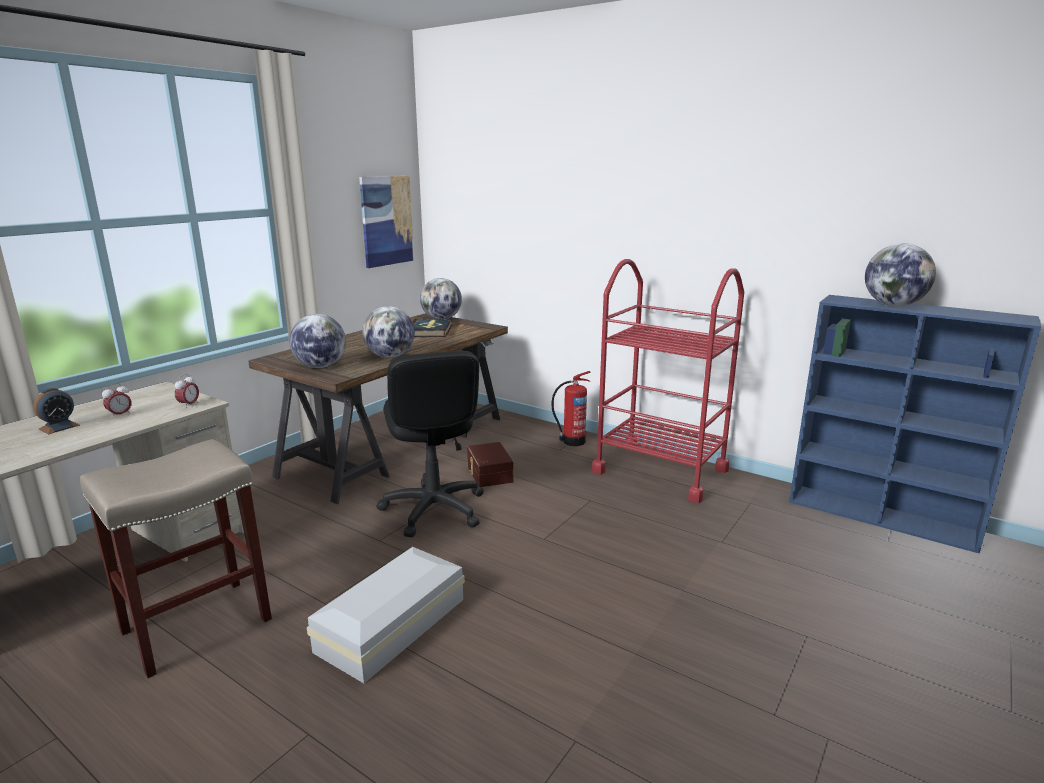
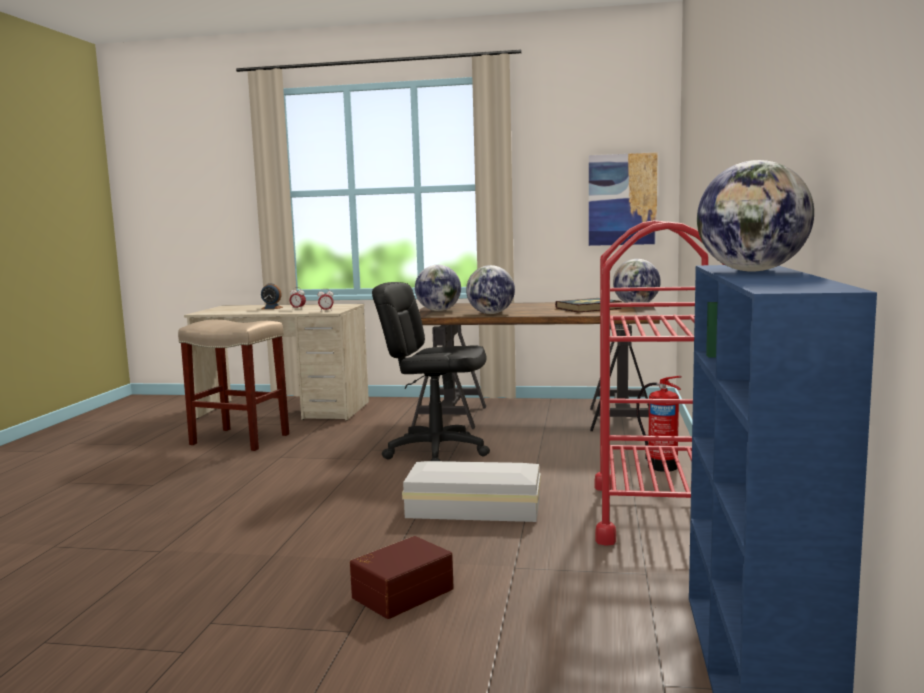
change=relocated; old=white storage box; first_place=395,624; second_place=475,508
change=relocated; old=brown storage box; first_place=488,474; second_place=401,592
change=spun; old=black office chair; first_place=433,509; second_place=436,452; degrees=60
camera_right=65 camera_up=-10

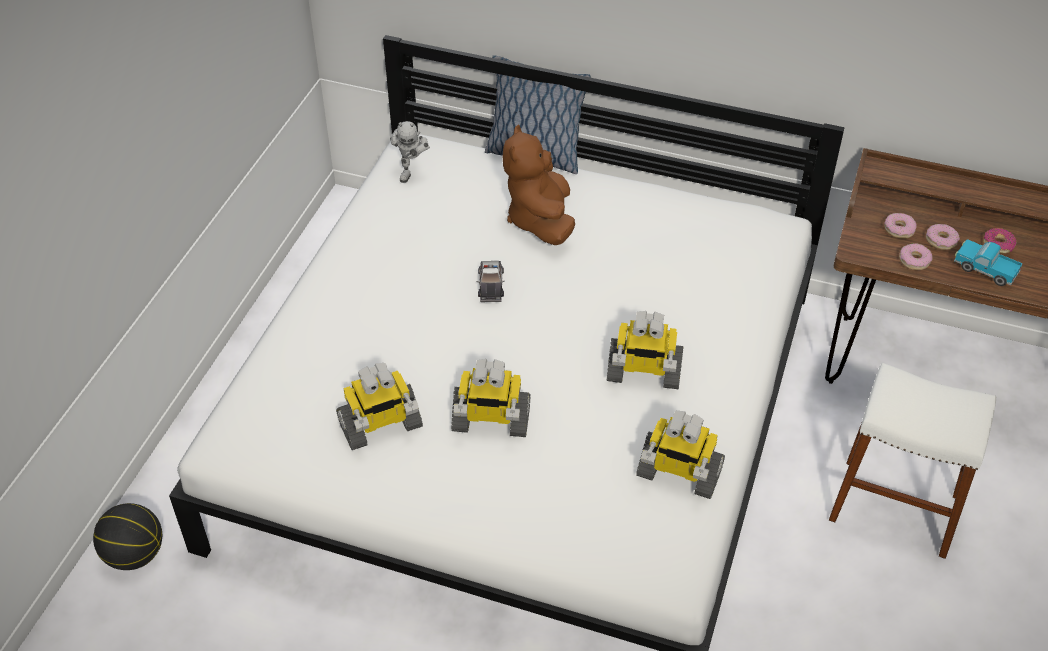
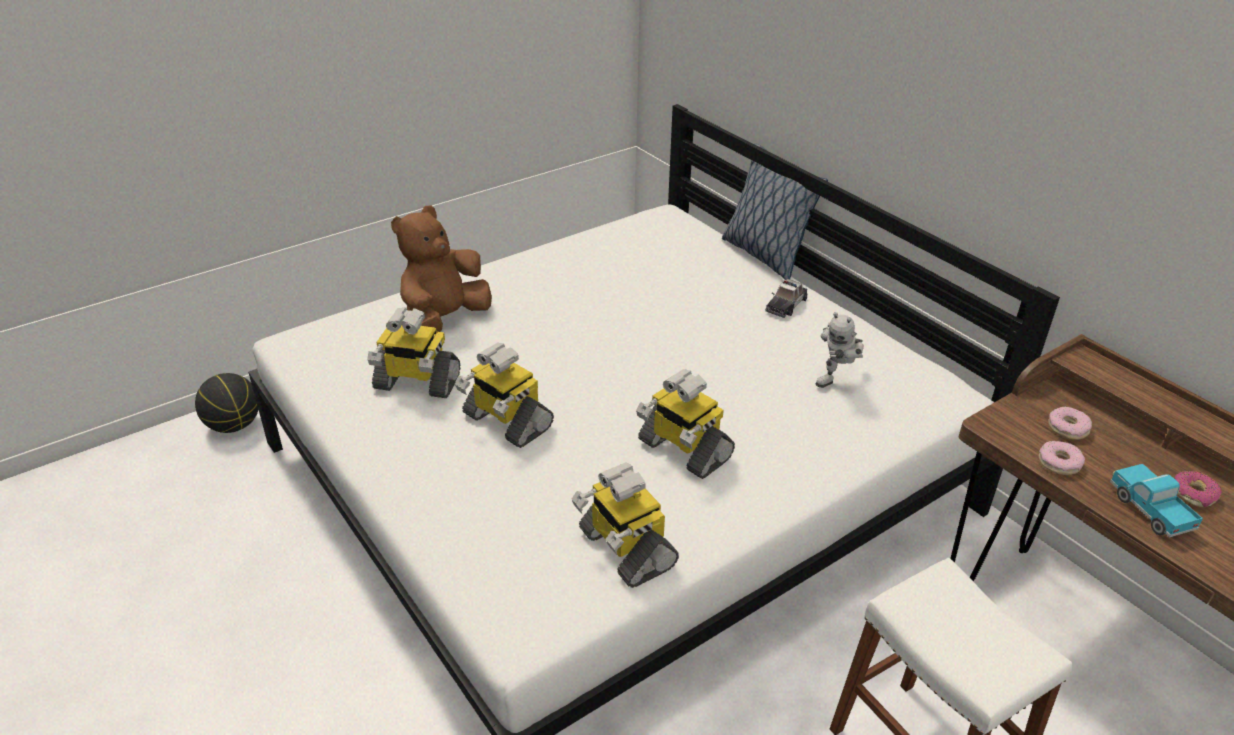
change=missing; old=donut; first_place=941,241
change=relocated; old=toy robot; first_place=412,170; second_place=837,379
change=relocated; old=toy car; first_place=490,285; second_place=786,304
change=relocated; old=brown plush toy; first_place=540,220; second_place=444,321
camera_right=35 camera_up=-10

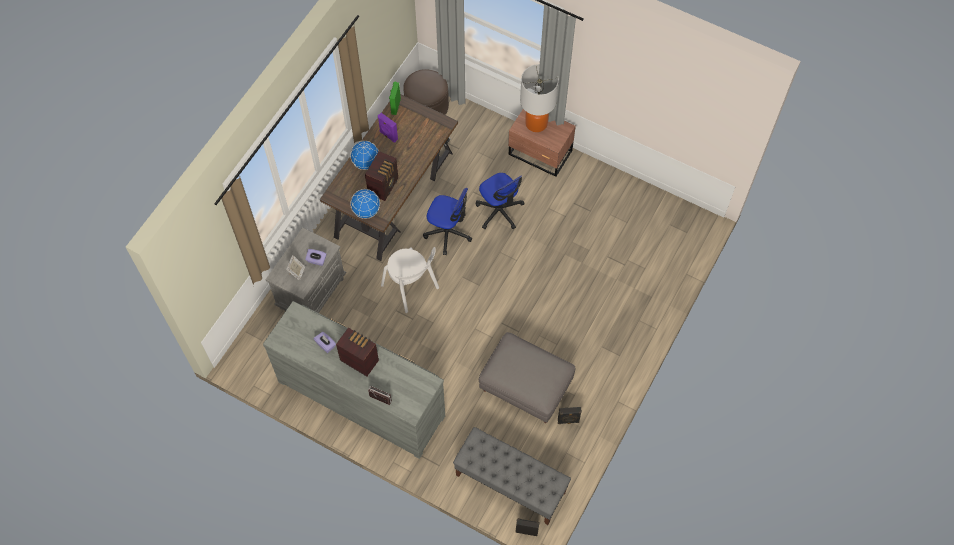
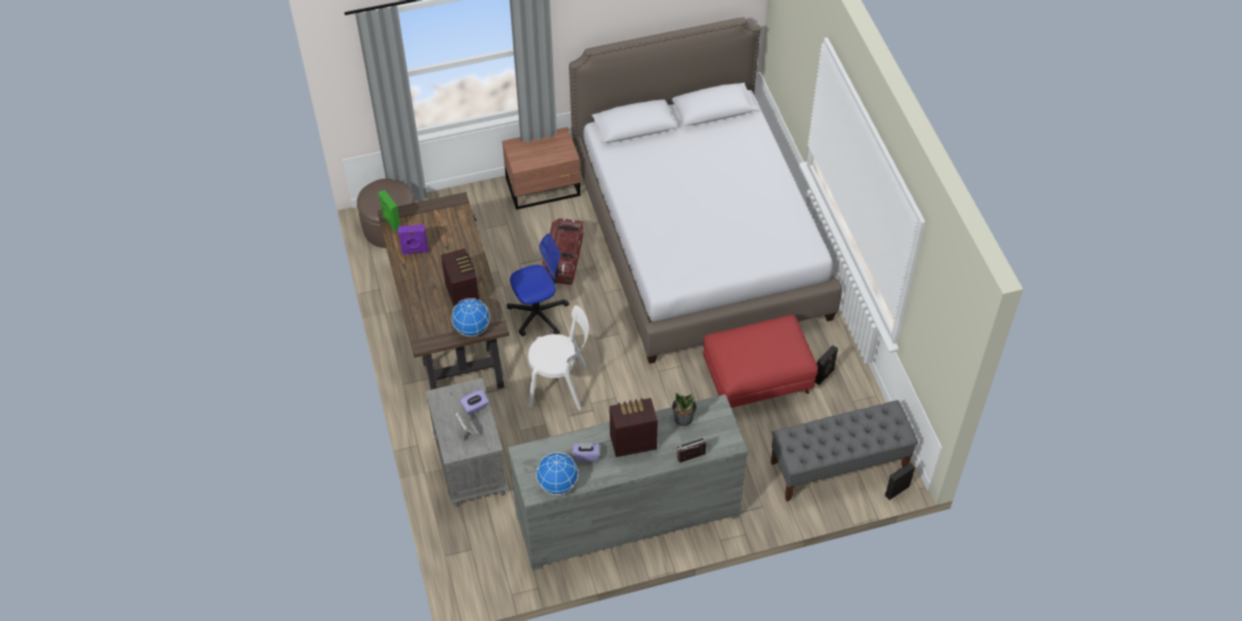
change=missing; old=table lamp; first_place=536,123
change=appeared; new=bed; second_place=699,240
change=appeared; new=potted plant; second_place=683,418
change=relocated; old=globe; first_place=366,162; second_place=557,484
change=exchanged; old=office chair; new=storage box; first_place=499,211; second_place=564,260
change=colour; old=grey ottoman; new=red ottoman; first_place=526,386; second_place=757,379
camera_right=-45 camera_up=-10

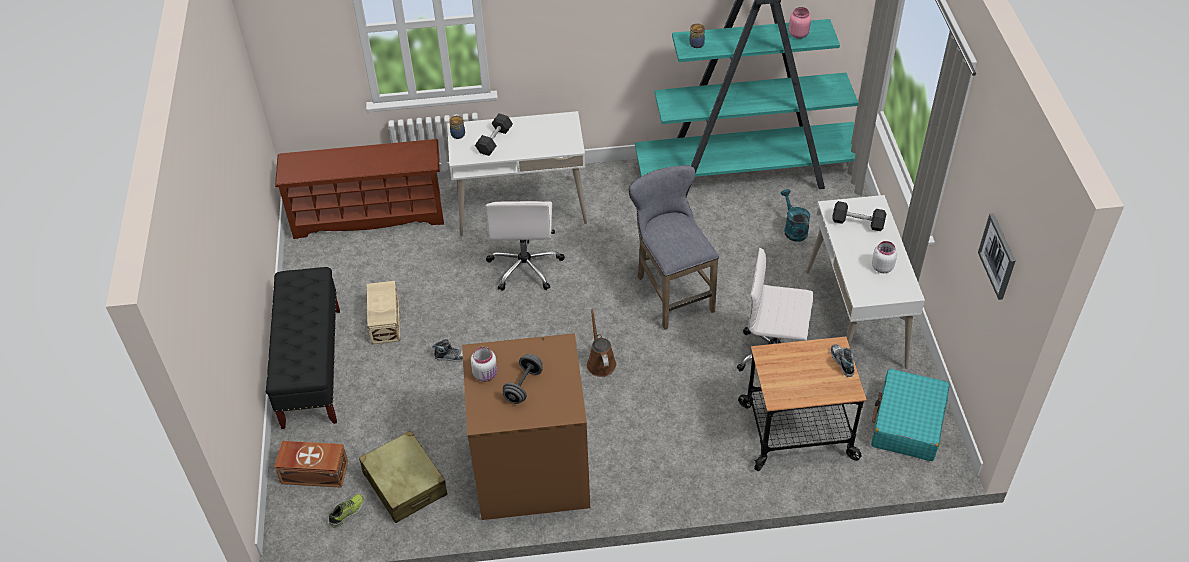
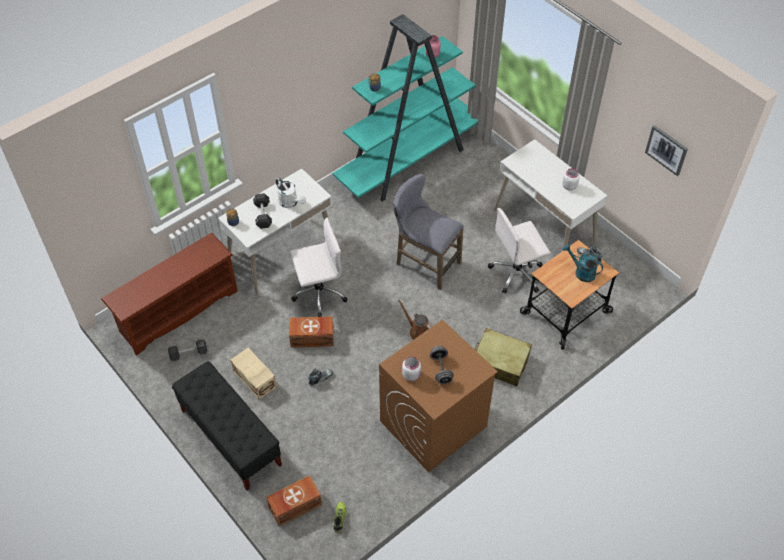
change=missing; old=turquoise suitcase; first_place=907,423
change=appeared; new=white watering can; second_place=290,203
change=appeared; new=brown storage box; second_place=312,338
change=relocated; old=beige suitcase; first_place=405,484; second_place=500,362
change=relocated; old=turquoise watering can; first_place=793,229; second_place=581,272
change=relocated; old=black dumbbell; first_place=857,222; second_place=188,354
change=spun; old=white office chair; first_place=525,266; second_place=318,293; degrees=-75
camera_right=-35 camera_up=5

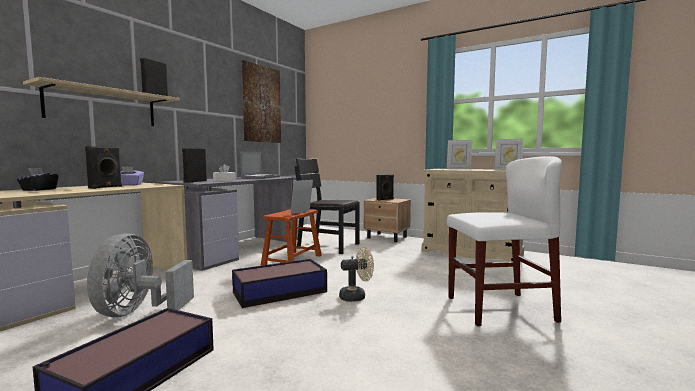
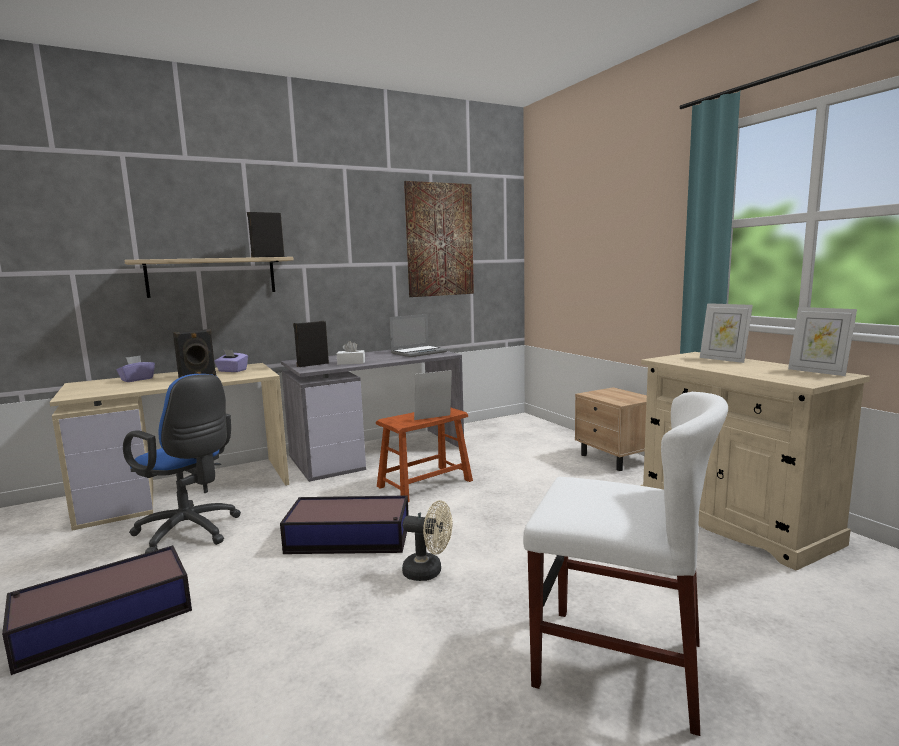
change=missing; old=black chair; first_place=328,246
change=missing; old=black speaker; first_place=385,199
change=exchanged; old=grey fan; new=blue office chair; first_place=138,312; second_place=191,533
change=colour; old=black tissue box; new=purple tissue box; first_place=39,190; second_place=137,379
camera_right=30 camera_up=5

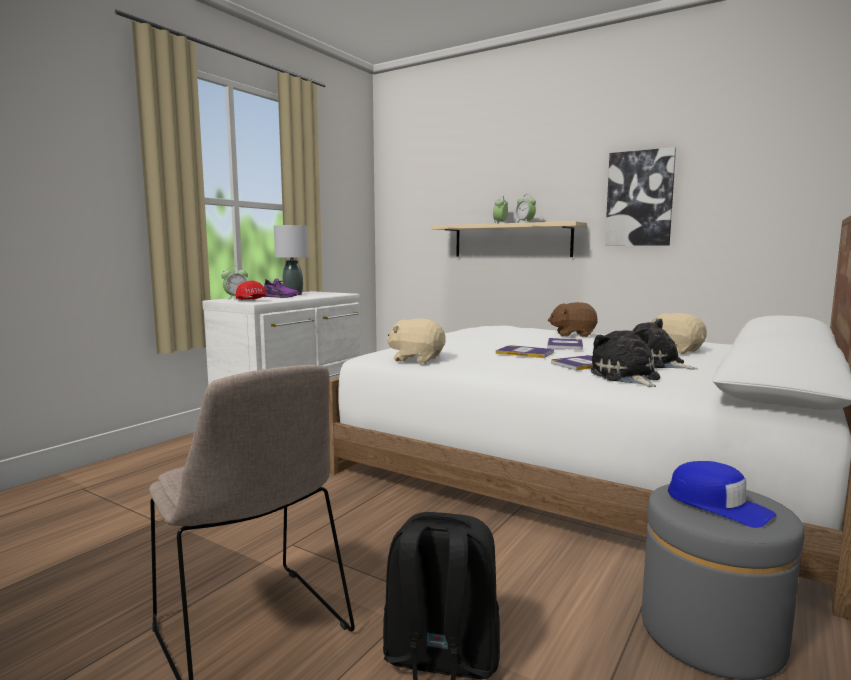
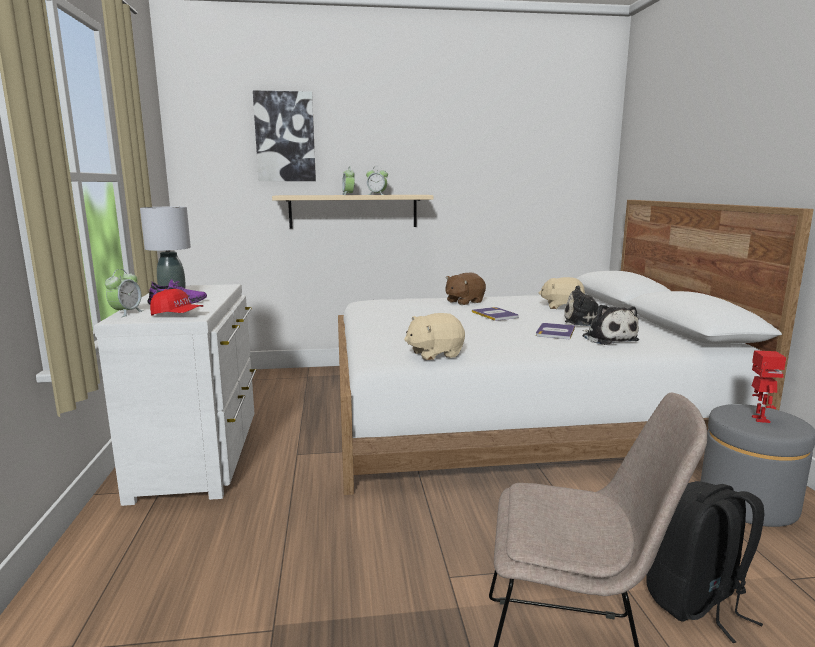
change=missing; old=book; first_place=525,352
change=relocated; old=picture; first_place=639,198; second_place=285,137
change=exchanged; old=blue cap; new=toy robot; first_place=718,505; second_place=759,419
change=spun; old=plush toy; first_place=625,377; second_place=608,338; degrees=-150
camera_right=-40 camera_up=5

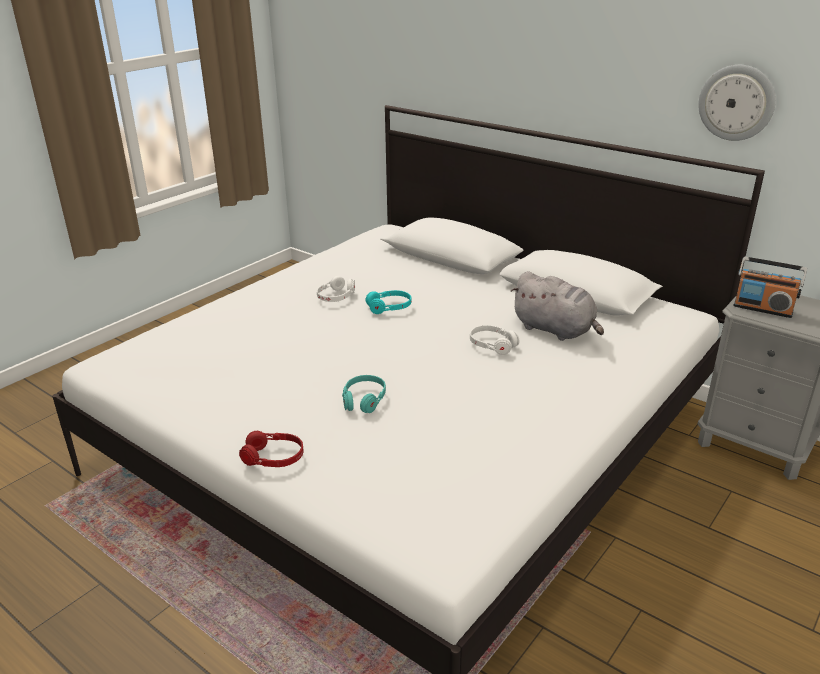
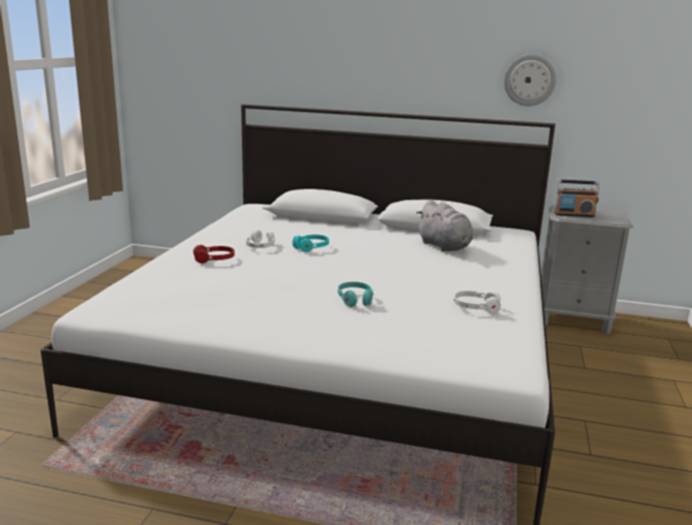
change=relocated; old=red headphones; first_place=273,458; second_place=214,259
change=relocated; old=white headphones; first_place=493,345; second_place=476,307
change=spun; old=grey plush toy; first_place=555,330; second_place=445,247; degrees=45
camera_right=-25 camera_up=-10

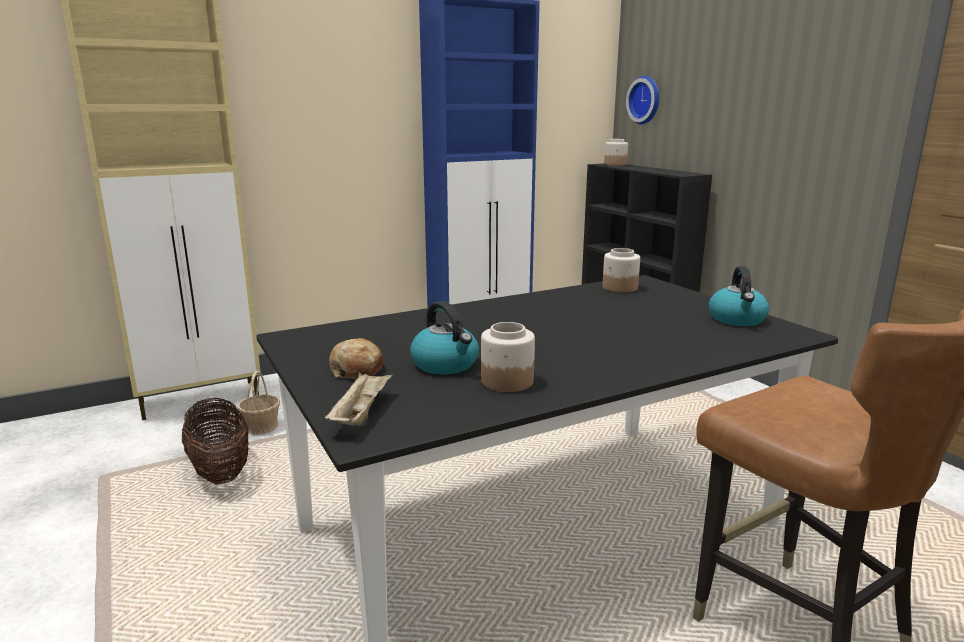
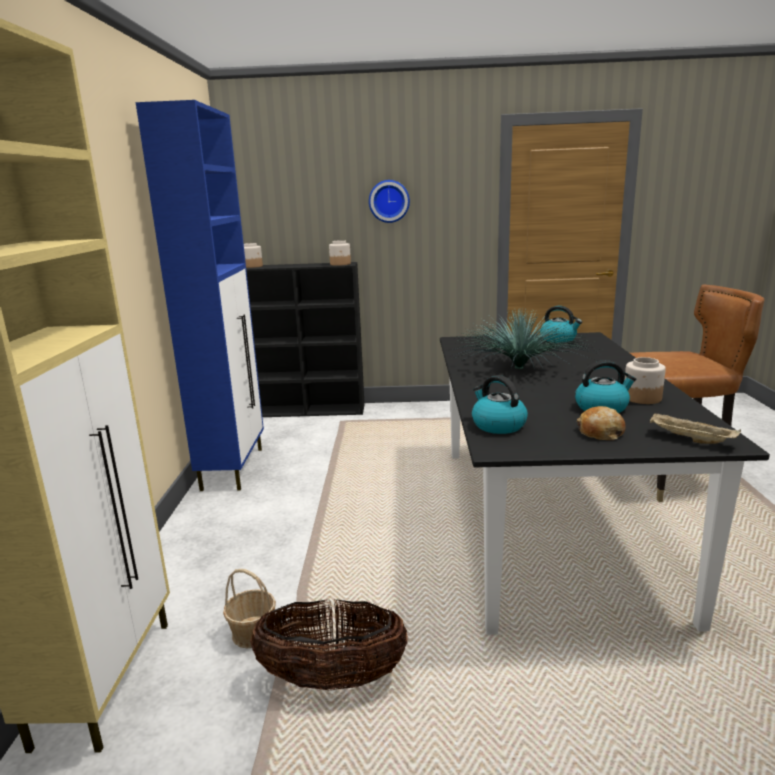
change=appeared; new=potted plant; second_place=519,368
change=appeared; new=kettle; second_place=497,425
change=relocated; old=jar; first_place=620,288; second_place=340,264
change=relocated; old=wall clock; first_place=646,100; second_place=389,201
camera_right=-60 camera_up=0

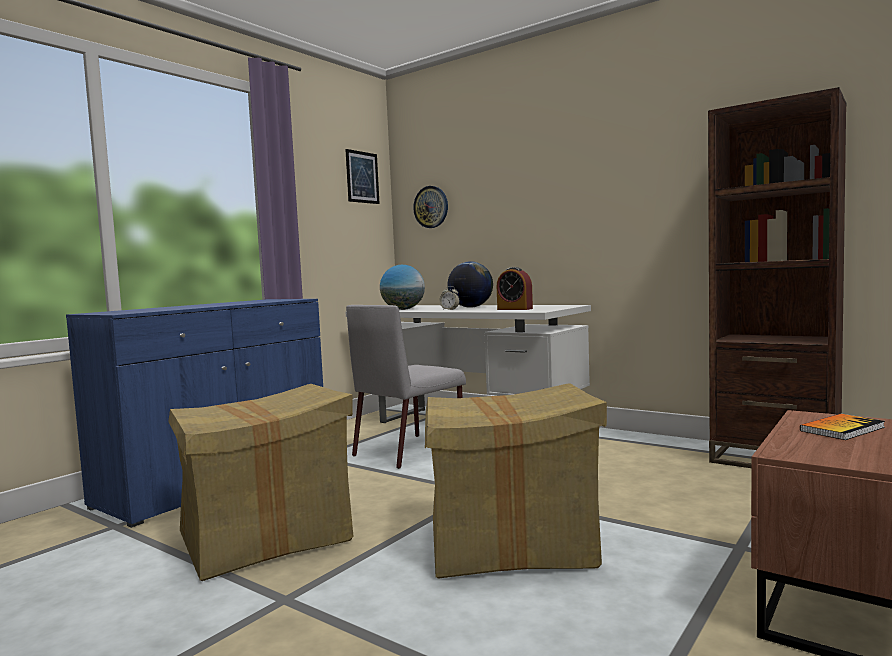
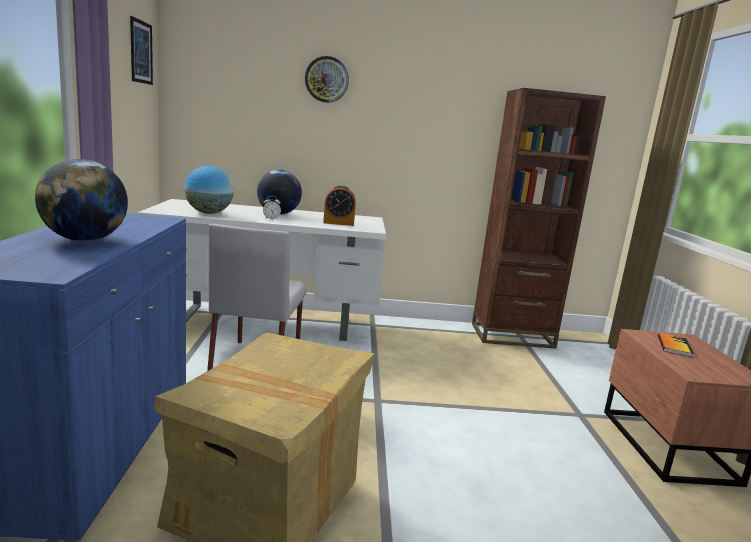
change=missing; old=cardboard box; first_place=510,543
change=appeared; new=globe; second_place=85,240
change=relocated; old=wall clock; first_place=431,207; second_place=327,79
camera_right=-40 camera_up=10

